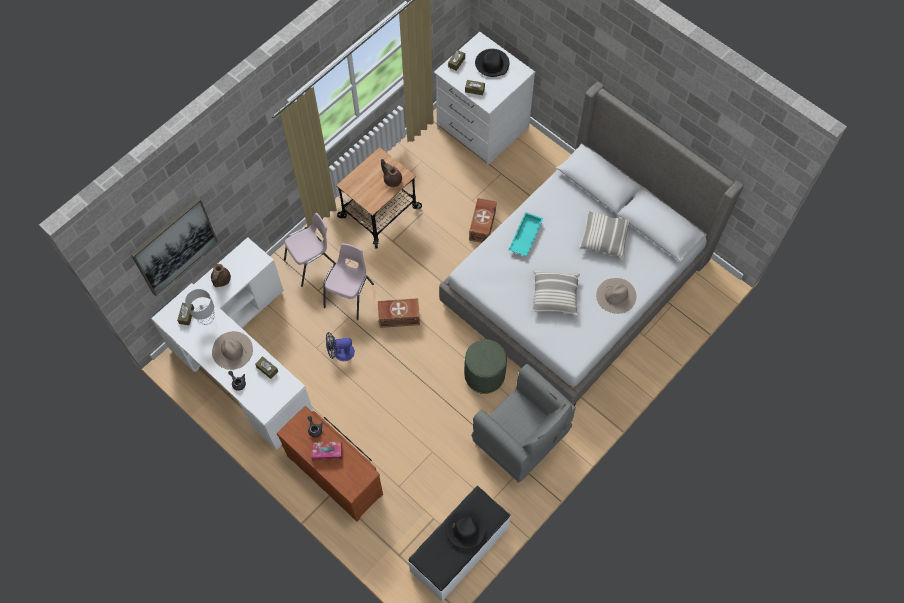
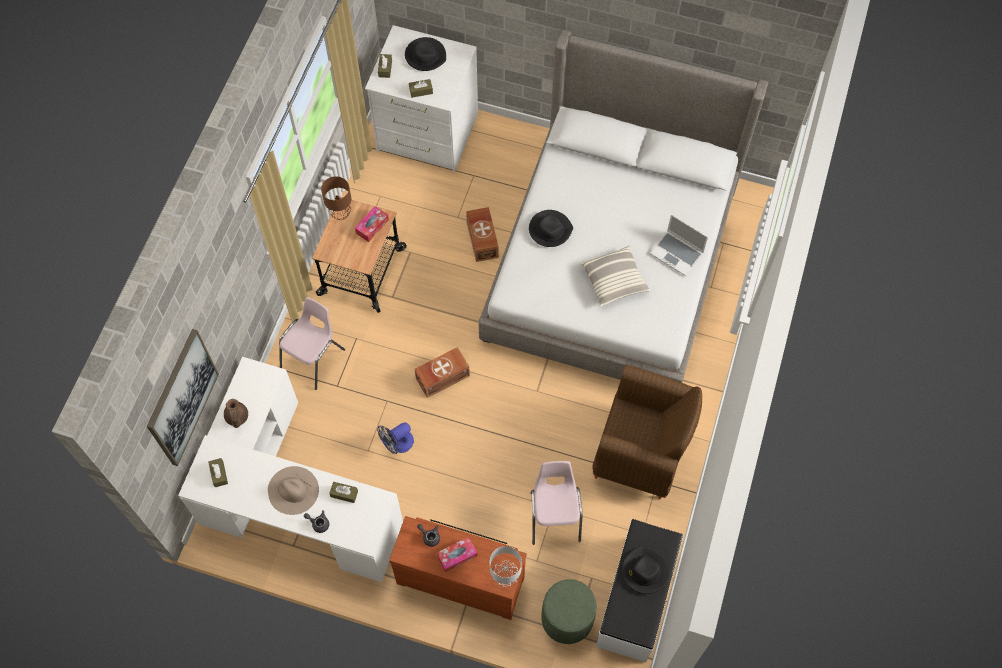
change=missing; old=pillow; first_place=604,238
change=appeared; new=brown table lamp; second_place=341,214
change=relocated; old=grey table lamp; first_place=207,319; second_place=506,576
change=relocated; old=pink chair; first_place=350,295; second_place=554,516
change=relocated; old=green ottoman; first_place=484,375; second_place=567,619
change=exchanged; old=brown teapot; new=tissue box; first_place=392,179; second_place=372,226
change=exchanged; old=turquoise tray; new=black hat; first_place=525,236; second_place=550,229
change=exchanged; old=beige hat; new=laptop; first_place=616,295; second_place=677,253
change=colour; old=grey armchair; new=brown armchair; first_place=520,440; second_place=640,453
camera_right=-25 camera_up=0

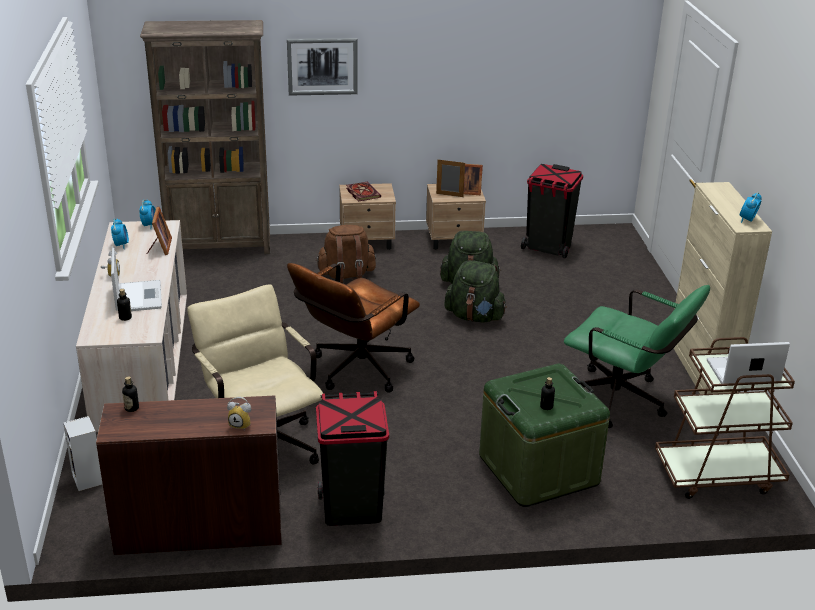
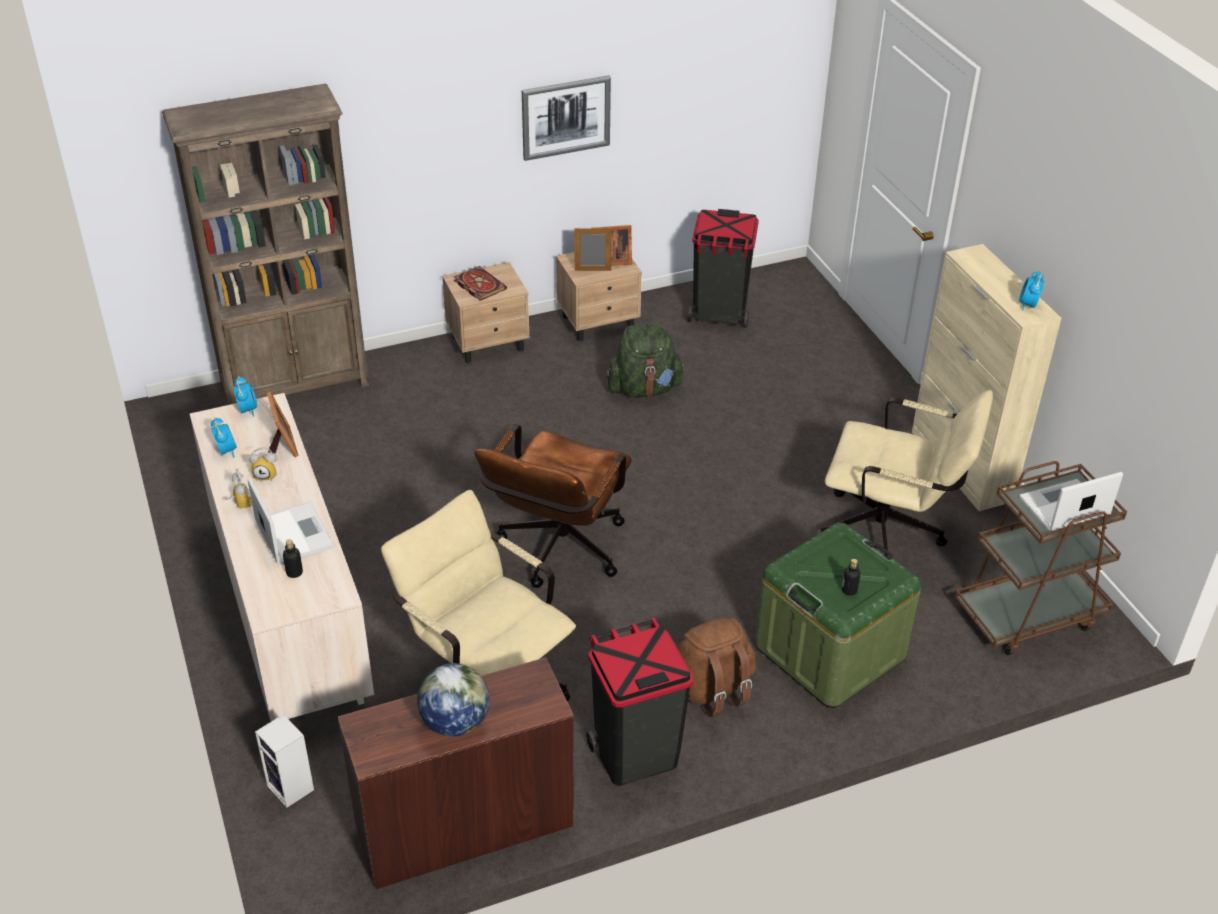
change=missing; old=bottle; first_place=131,408
change=missing; old=green backpack; first_place=475,317
change=appeared; new=globe; second_place=455,722
change=relocated; old=alarm clock; first_place=241,424; second_place=266,475
change=relocated; old=picture; first_place=322,66; second_place=566,117
change=relocated; old=brown backpack; first_place=346,276; second_place=710,690
change=colour; old=green office chair; new=beige office chair; first_place=623,402; second_place=891,534
camera_right=-15 camera_up=10

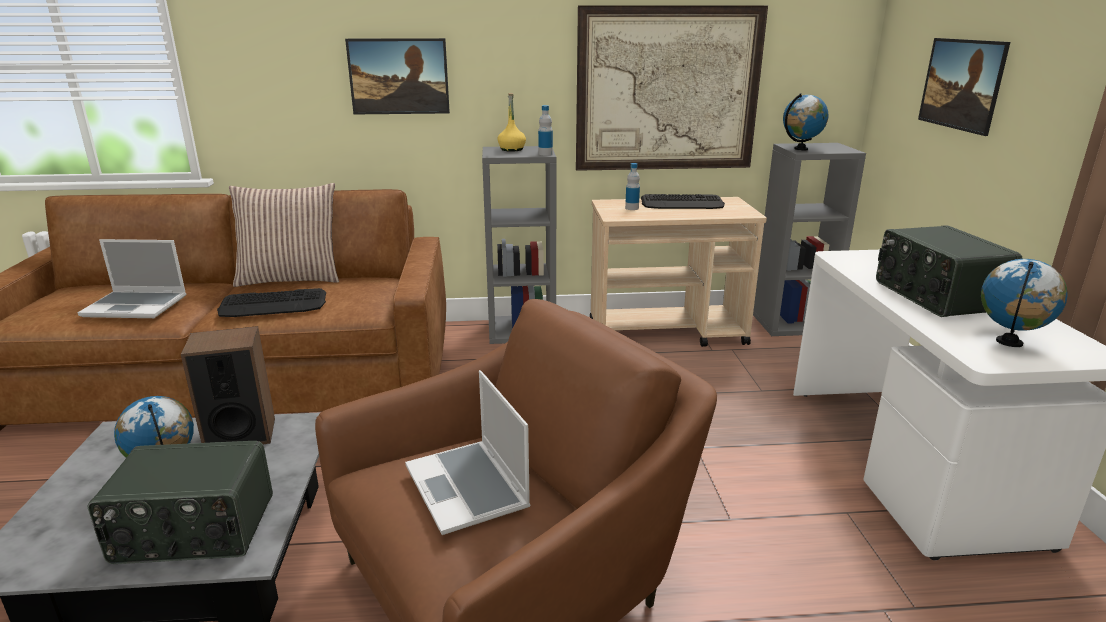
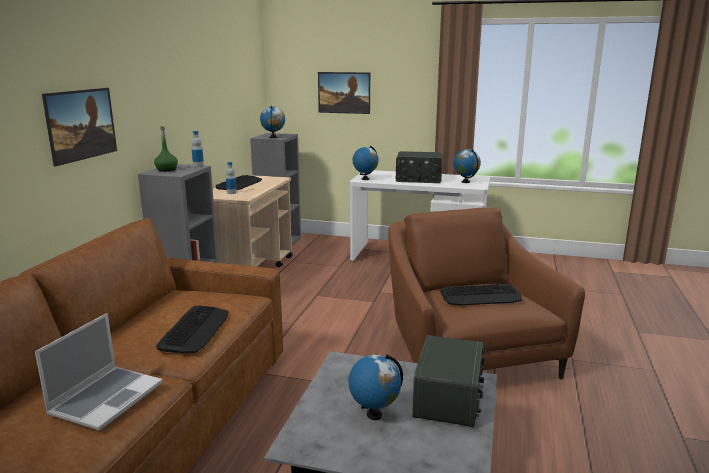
change=missing; old=speaker; first_place=240,434
change=missing; old=pillow; first_place=291,278
change=missing; old=picture; first_place=668,90
change=appeared; new=globe; second_place=365,179
change=exchanged; old=laptop; new=keyboard; first_place=469,488; second_place=481,296
change=colour; old=yellow bottle; new=green bottle; first_place=512,149; second_place=167,170
camera_right=-70 camera_up=-5

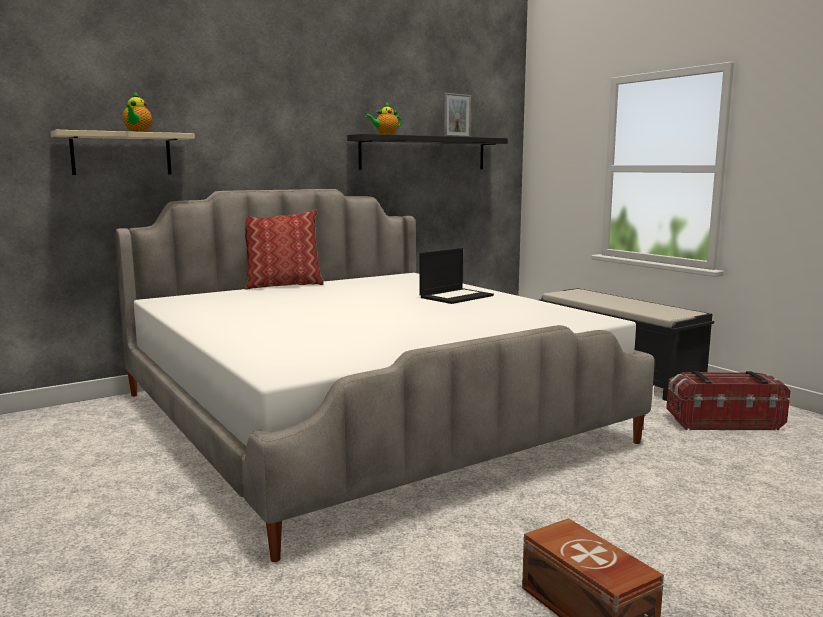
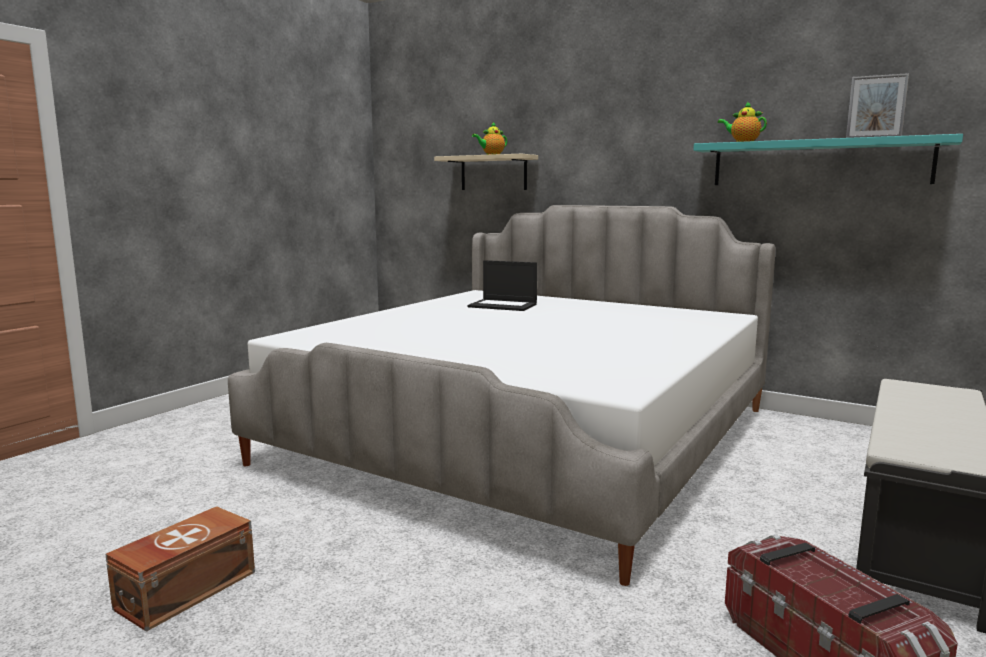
change=missing; old=pillow; first_place=283,285
change=relocated; old=laptop; first_place=456,296; second_place=503,305
change=colour; old=black shelf; new=turquoise shelf; first_place=424,153; second_place=818,163
camera_right=65 camera_up=0

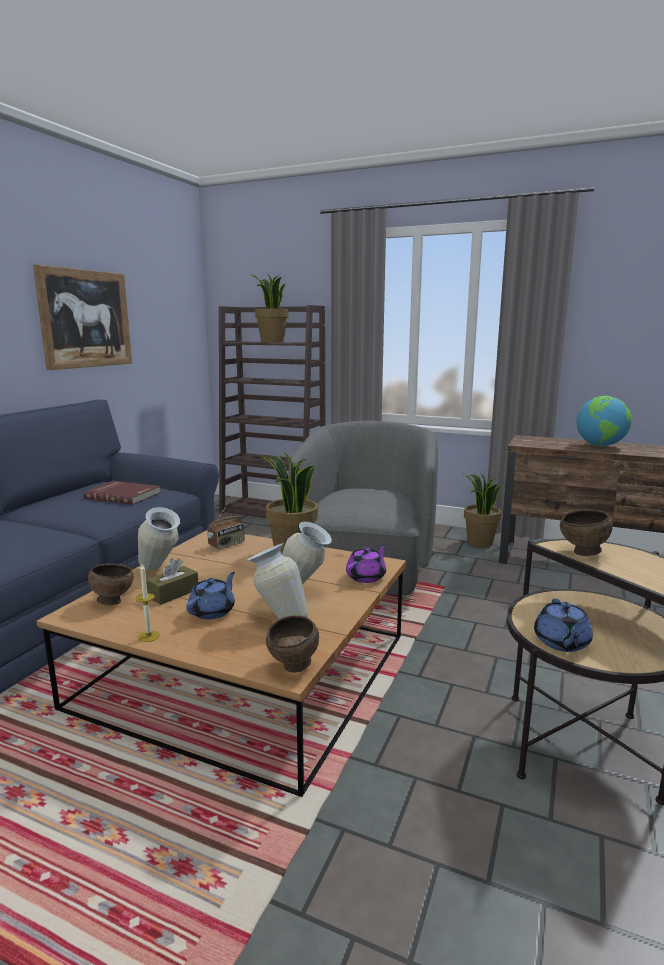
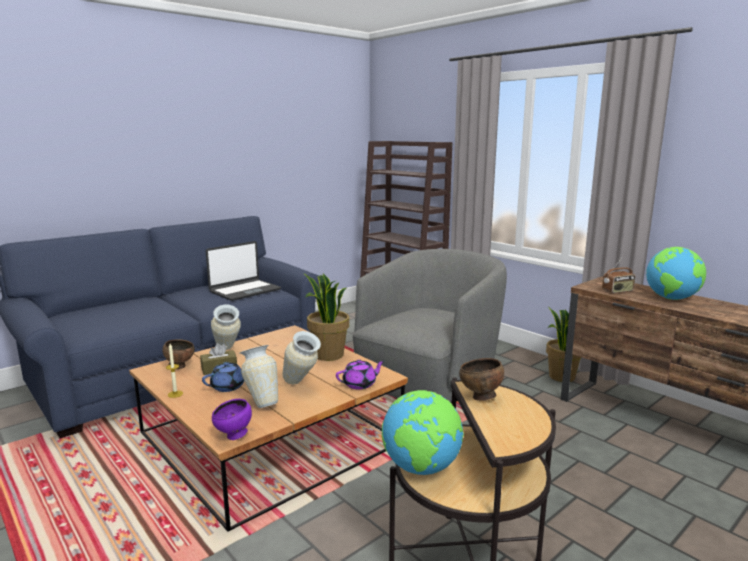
change=missing; old=picture; first_place=86,319
change=missing; old=potted plant; first_place=272,342
change=relocated; old=radio; first_place=227,545; second_place=617,291
change=exchanged; old=red book; new=laptop; first_place=124,495; second_place=244,291
change=exchanged; old=blue teapot; new=globe; first_place=561,642; second_place=421,468
change=colour; old=brown bowl; new=purple bowl; first_place=294,667; second_place=234,436
camera_right=25 camera_up=0

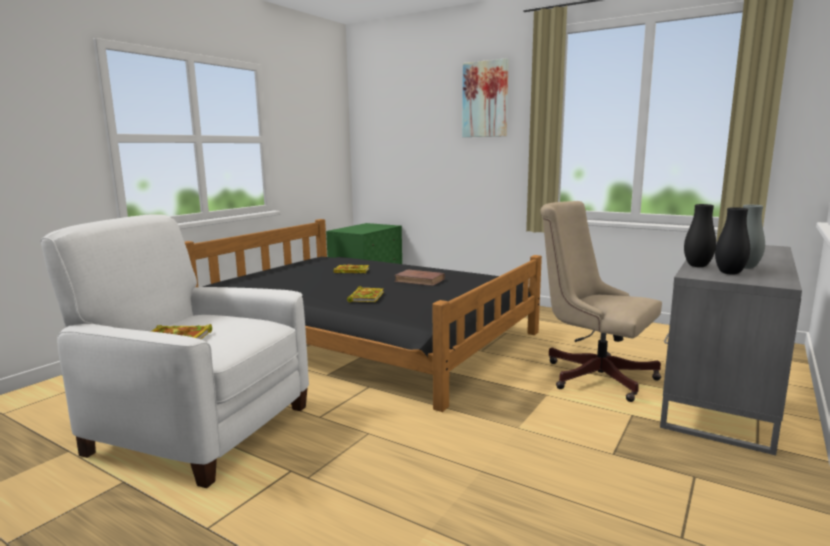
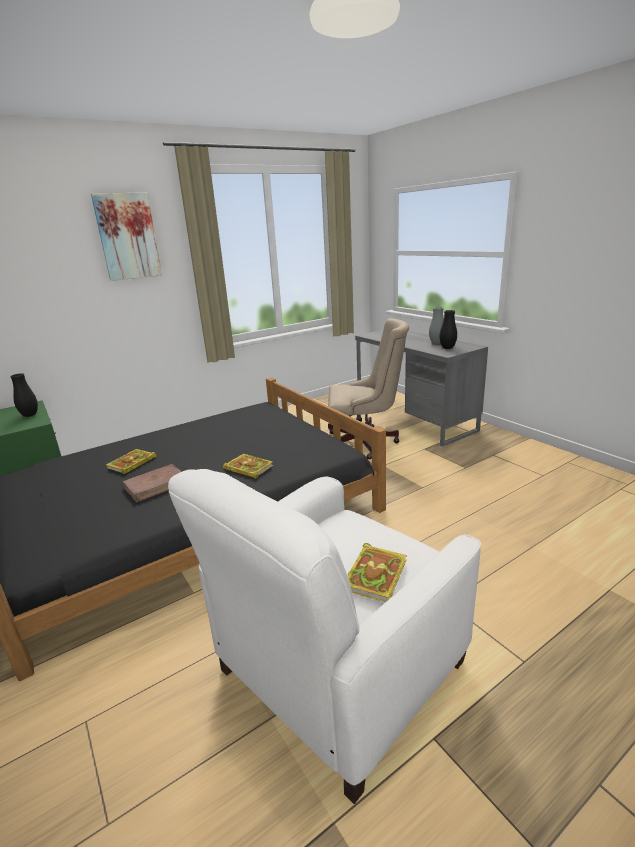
change=relocated; old=brown book; first_place=419,280; second_place=156,485
change=relocated; old=black vase; first_place=697,266; second_place=30,415
change=spun; old=beige office chair; first_place=592,375; second_place=365,443; degrees=-150
camera_right=-65 camera_up=10

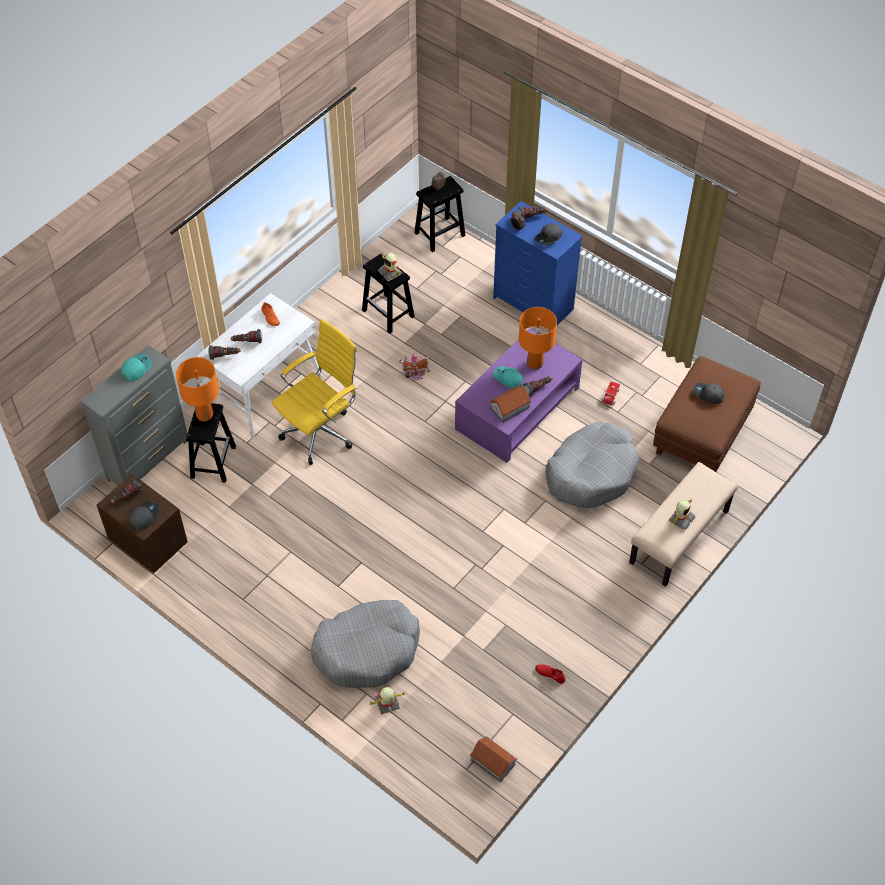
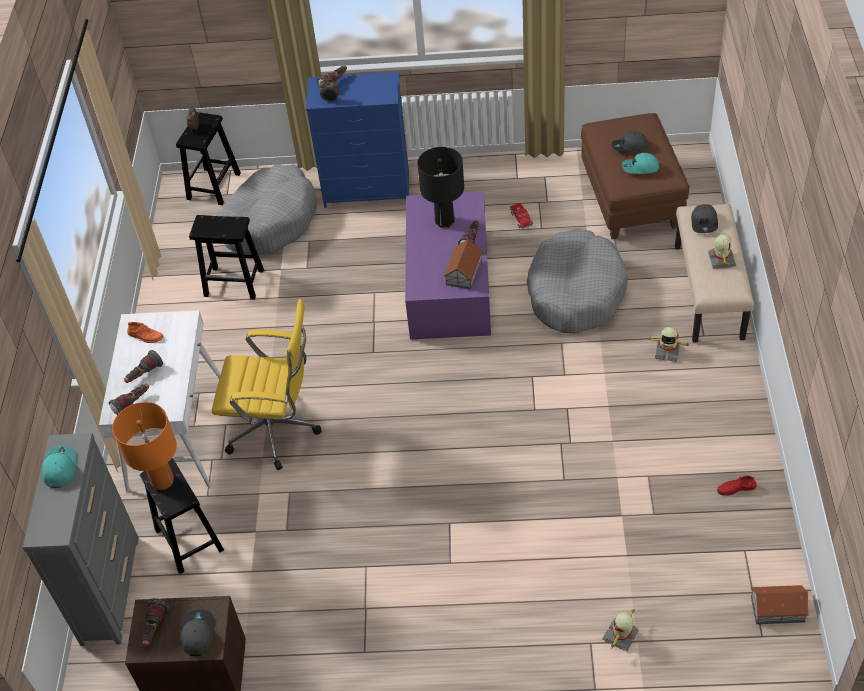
change=missing; old=toy house; first_place=415,375
change=relocated; old=grey dog bed; first_place=367,650; second_place=270,220
change=relocated; old=toy robot; first_place=390,272; second_place=667,351
change=relocated; old=turquoise cap; first_place=507,379; second_place=640,168
change=relocated; old=grey cap; first_place=548,237; second_place=704,223
change=colour; old=orange table lamp; new=black table lamp; first_place=534,363; second_place=444,222
change=spun; old=yellow office chair; first_place=321,431; second_place=277,431; degrees=90
camera_right=-35 camera_up=-5

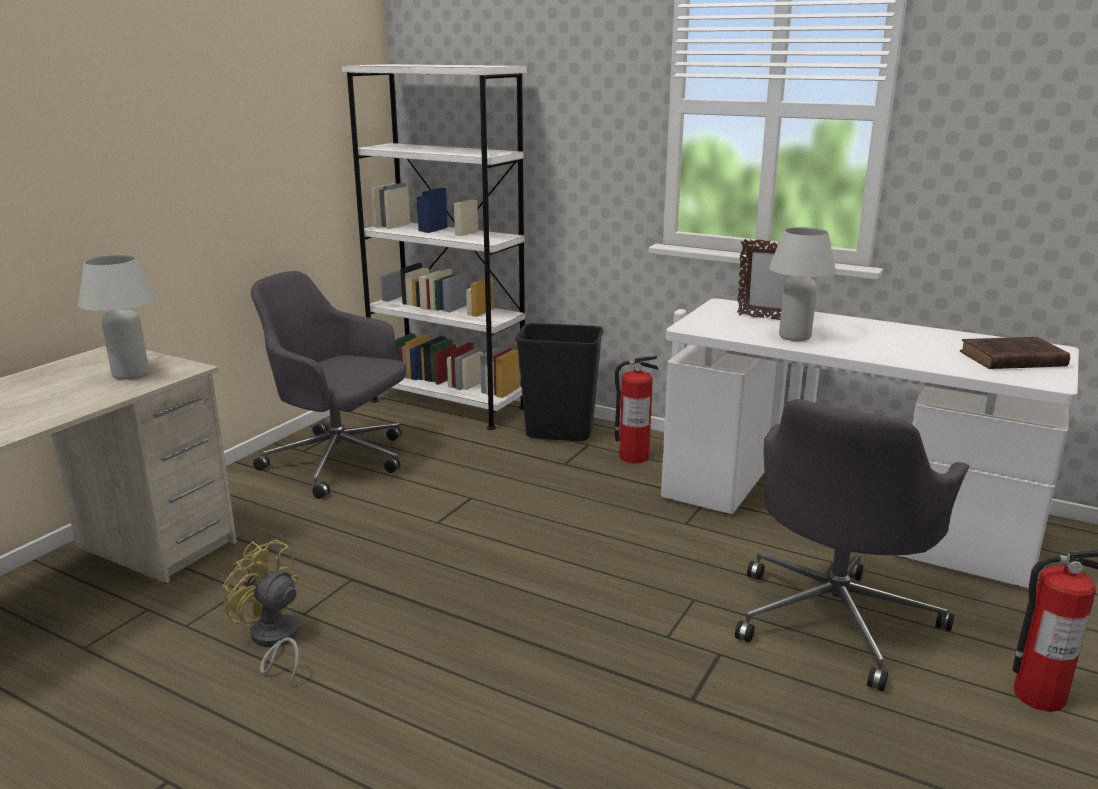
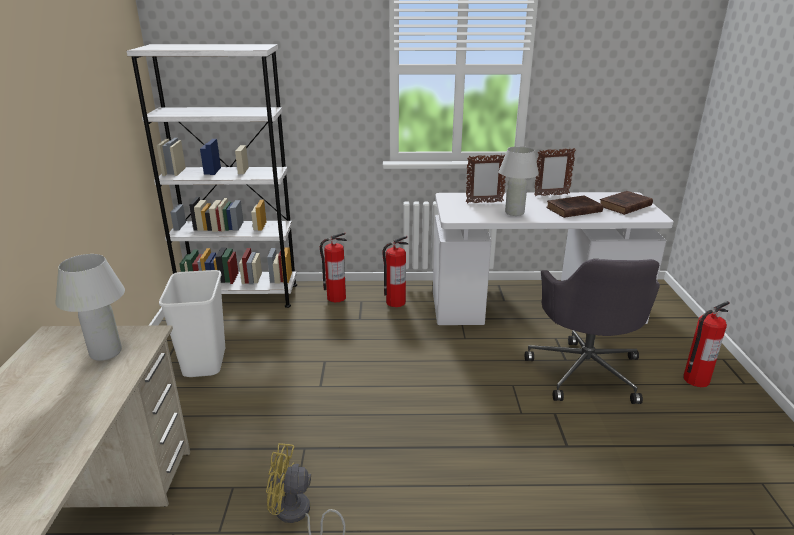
change=appeared; new=picture frame; second_place=551,195
change=appeared; new=brown book; second_place=572,210
change=exchanged; old=grey office chair; new=white trash can; first_place=340,461; second_place=204,362
change=exchanged; old=black trash can; new=fire extinguisher; first_place=560,433; second_place=336,297
camera_right=-30 camera_up=5

